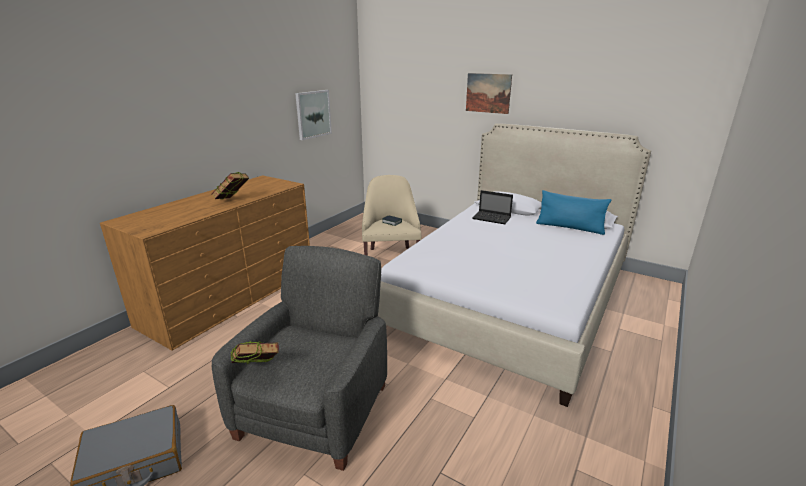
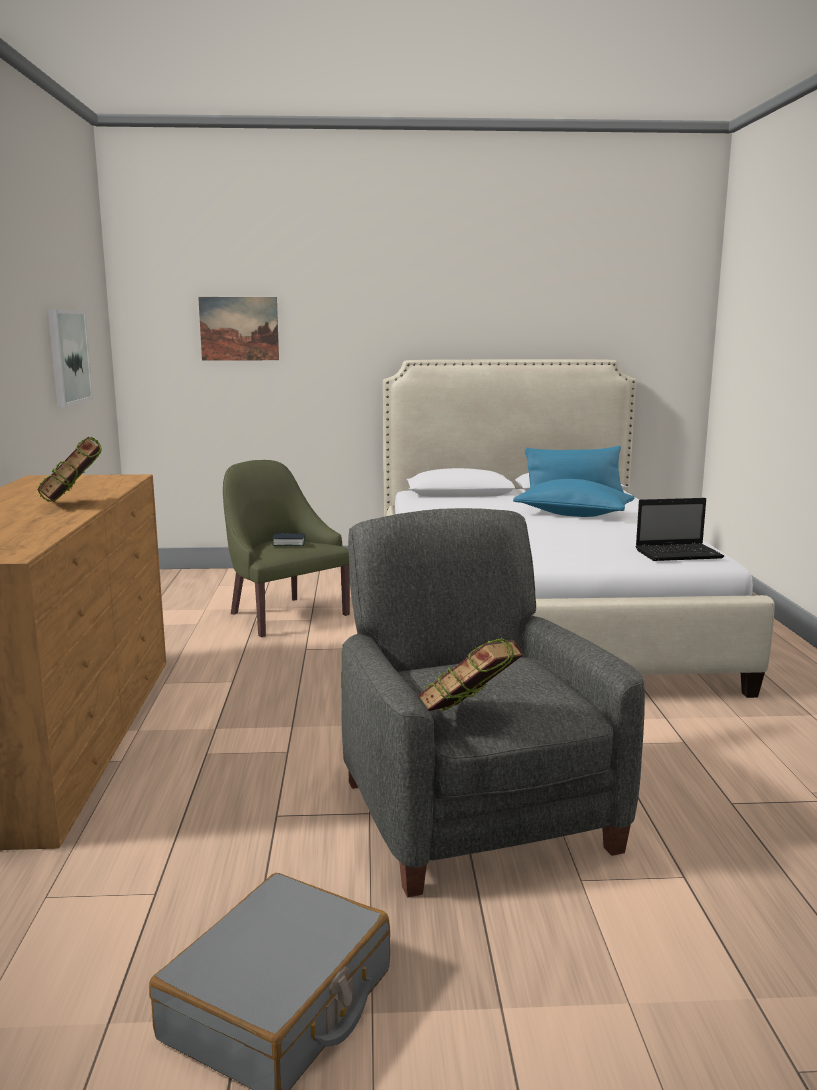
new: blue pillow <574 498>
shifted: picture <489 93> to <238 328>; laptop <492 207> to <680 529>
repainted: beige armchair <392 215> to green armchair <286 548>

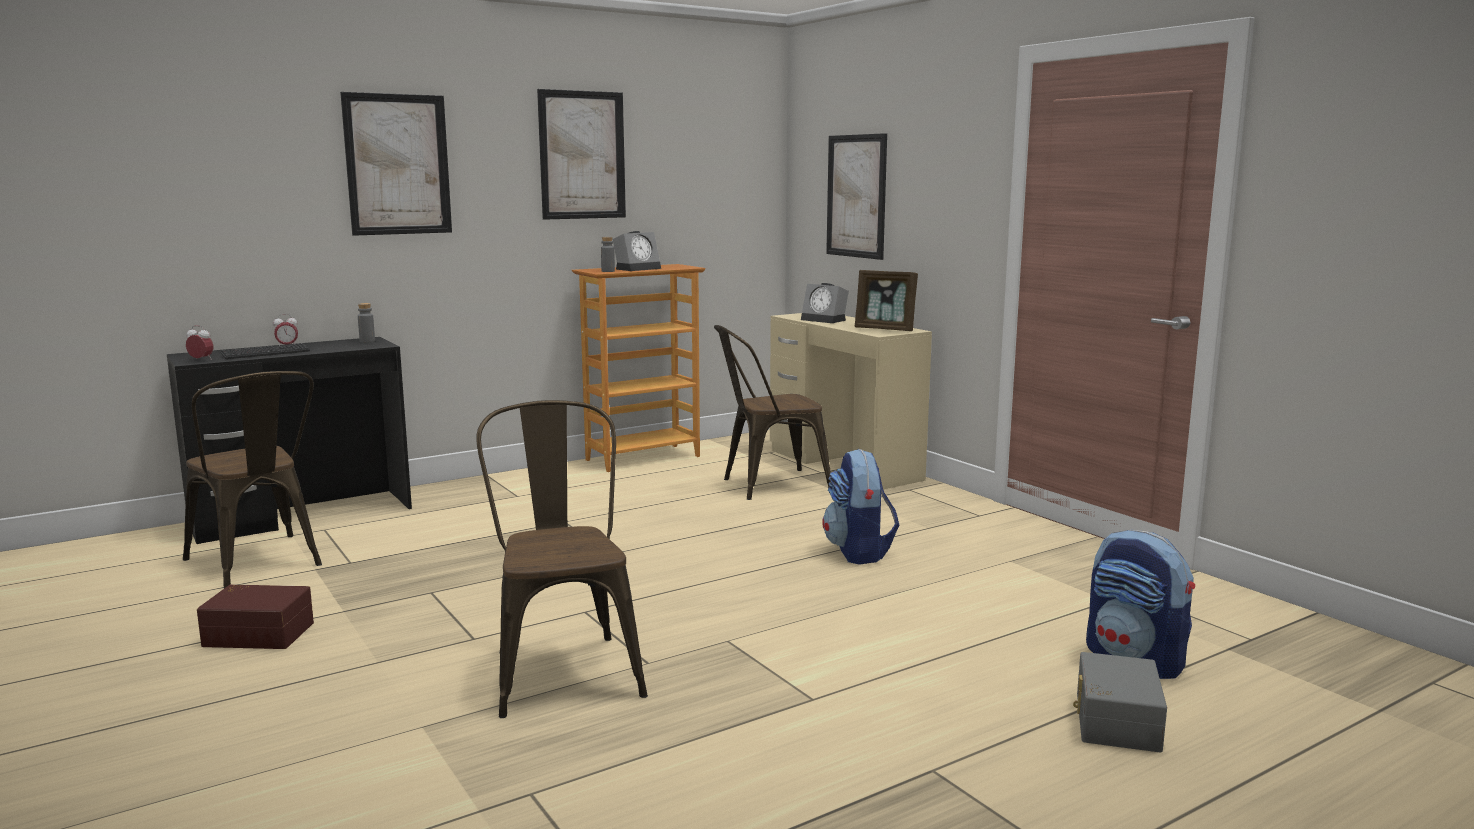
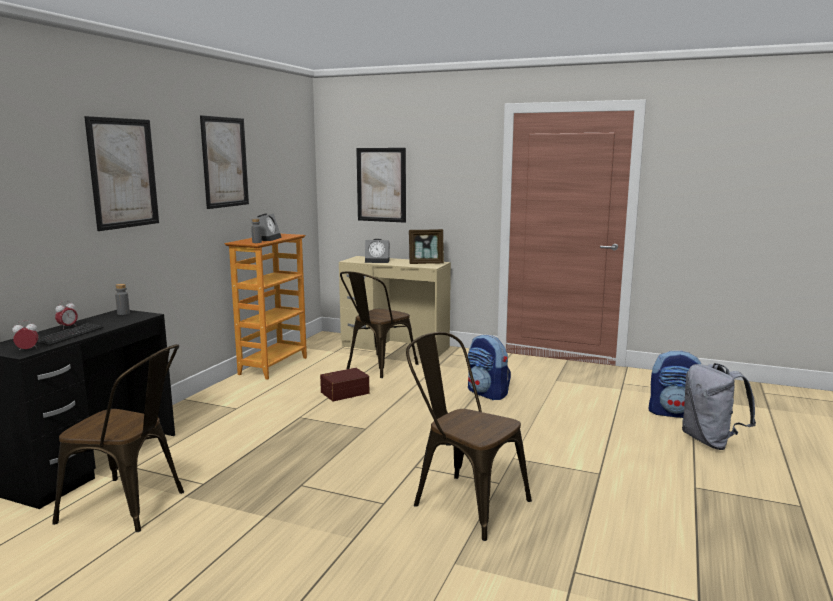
shifted: brown storage box <255 617> to <344 384>
swapped: grey storage box <1120 702> to grey backpack <719 406>

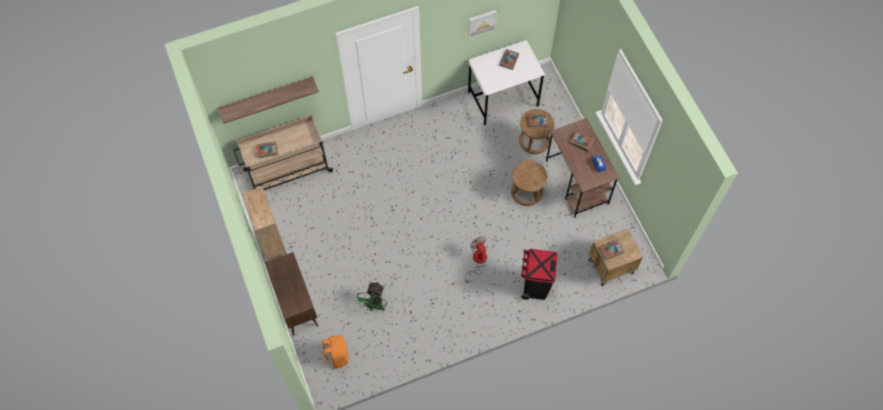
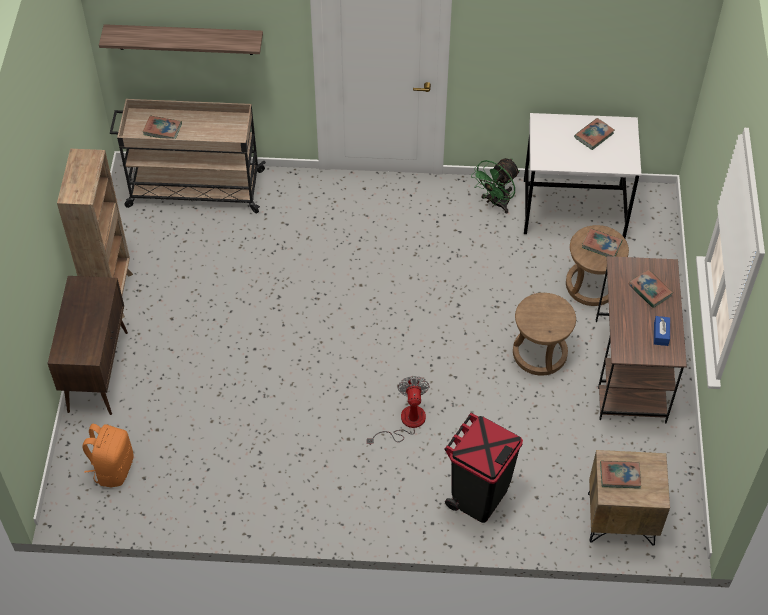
gone: picture <482 24>
shifted: green fan <371 297> to <495 185>

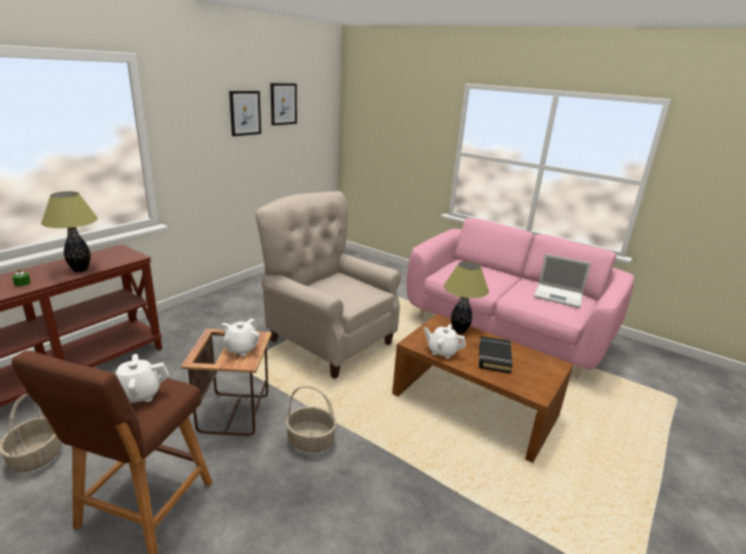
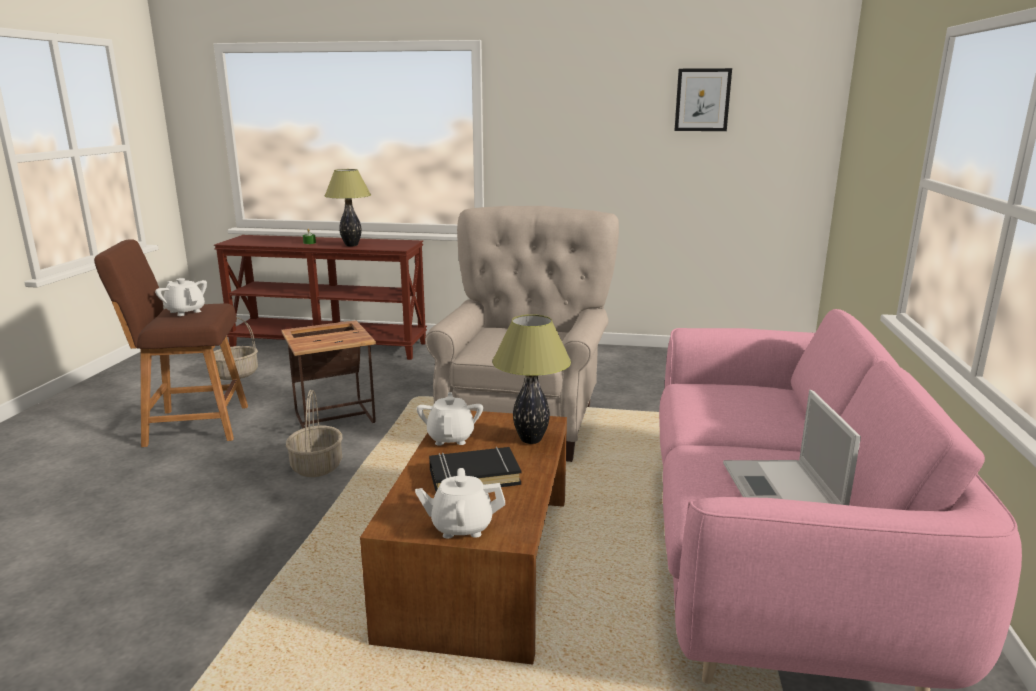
gone: picture <245 113>
shifted: white teapot <240 337> to <460 503>

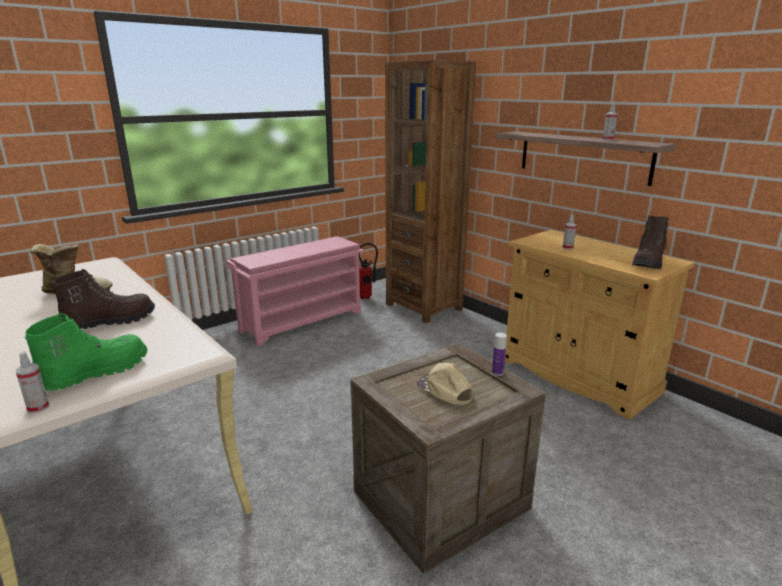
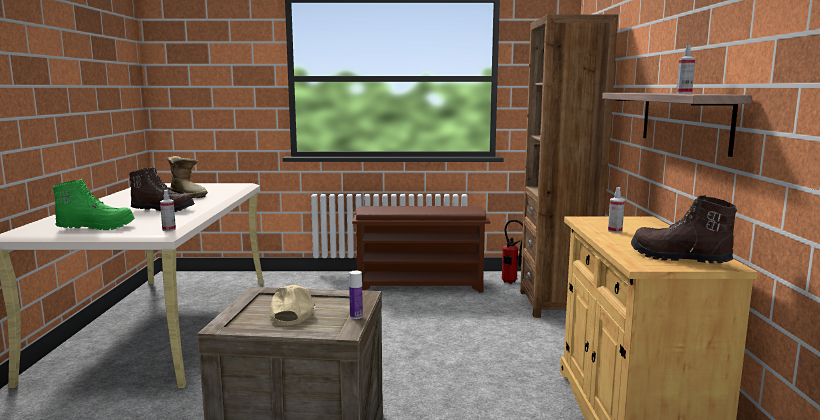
shifted: spray bottle <32 382> to <168 210>
repainted: pink shoe rack <295 291> to brown shoe rack <421 249>
rotated: brown boot <650 242> = <684 229> 60 degrees clockwise

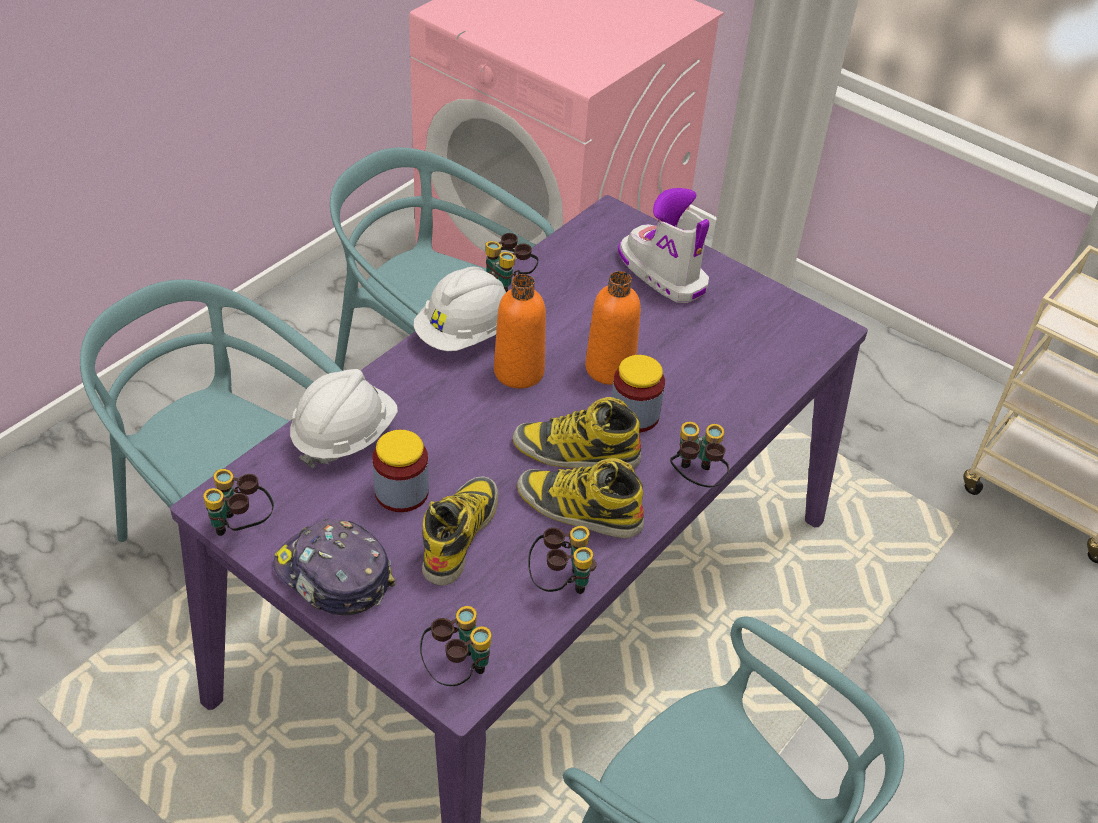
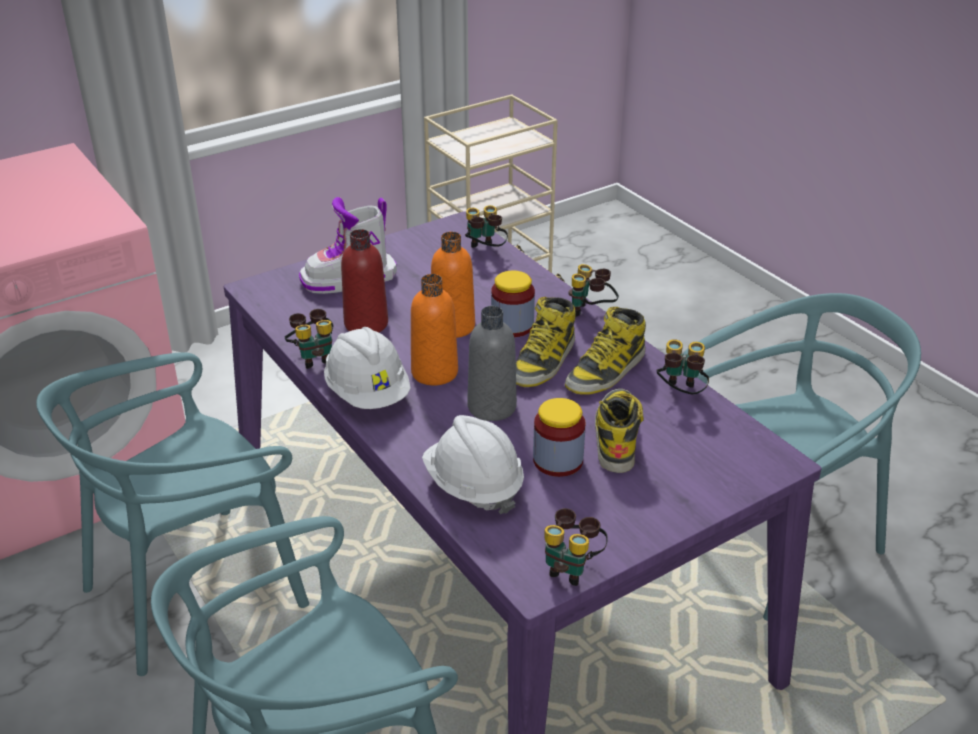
gone: cap <334 567>
new: red bottle <364 280>; grey bottle <492 363>
shifted: binoculars <456 646> to <486 226>
rotated: boot <460 530> = <619 431> 60 degrees clockwise

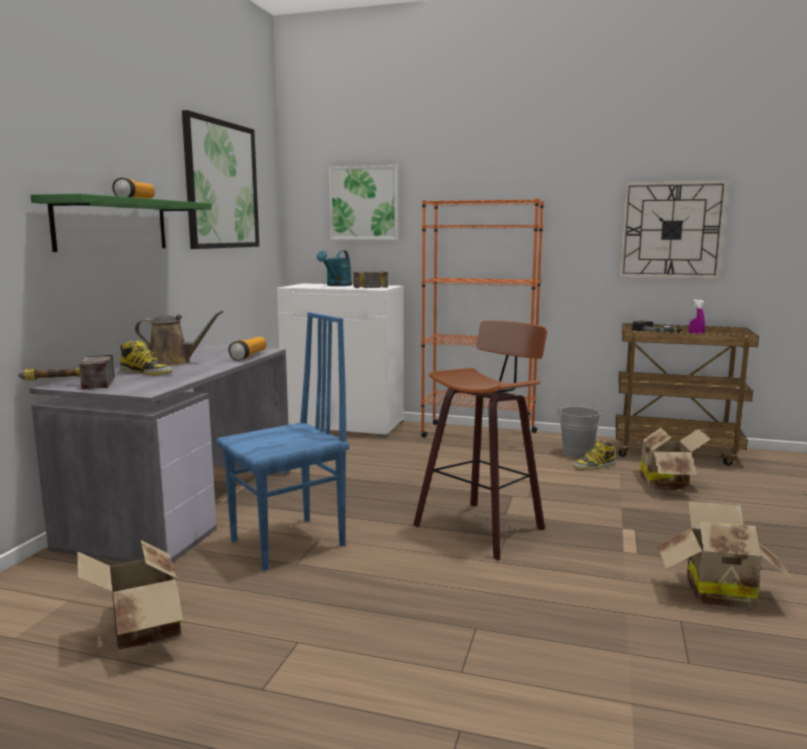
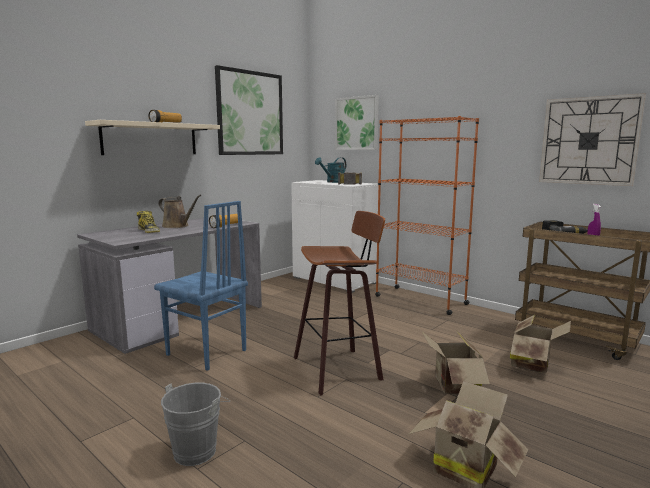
gone: hammer <66 371>; boot <594 455>
shifted: grey bucket <580 431> to <195 424>; cardboard box <130 595> to <455 363>
repainted: green shelf <121 223> to beige shelf <152 137>
rotated: blue chair <282 441> = <201 286> 45 degrees clockwise

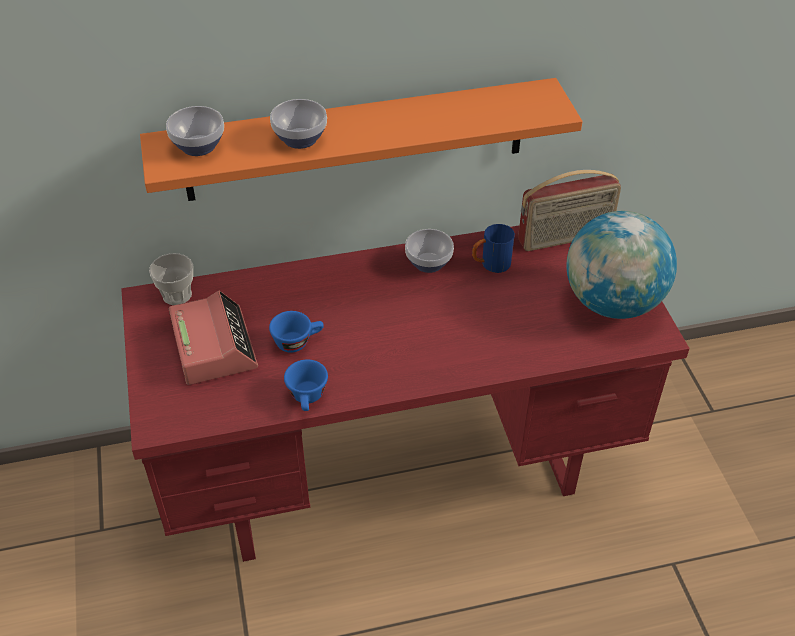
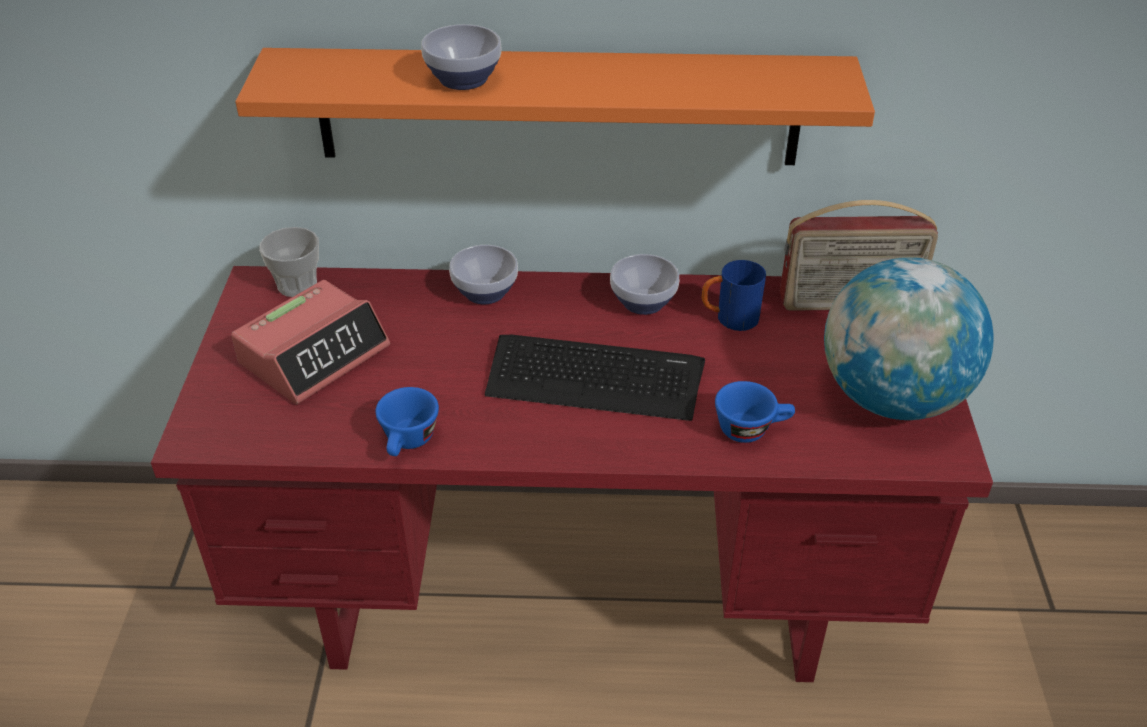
new: keyboard <595 378>
shifted: bowl <195 131> to <483 274>; blue cup <296 332> to <755 412>
rotated: alarm clock <213 337> = <310 342> 45 degrees clockwise

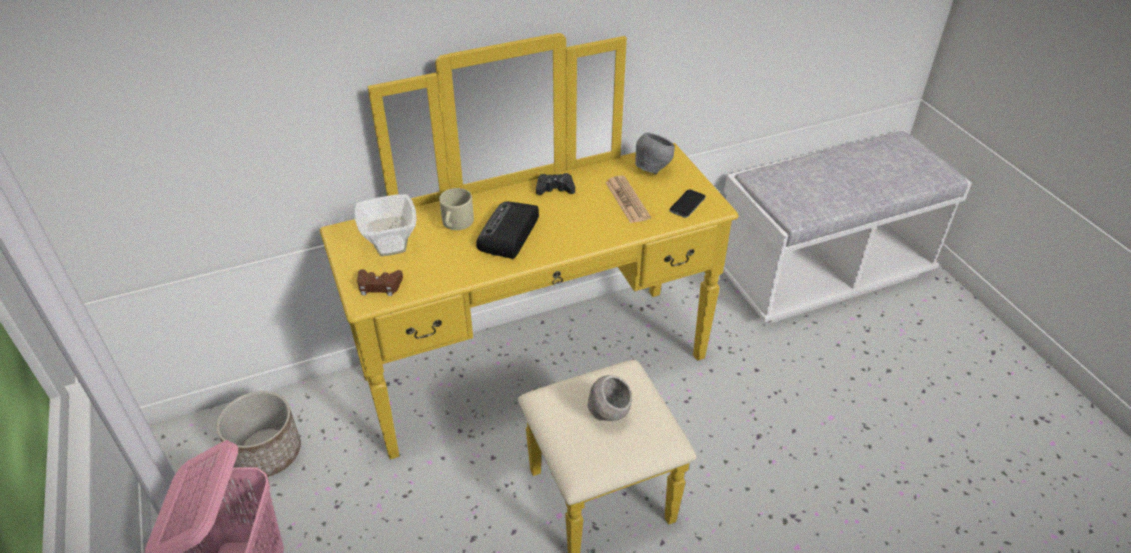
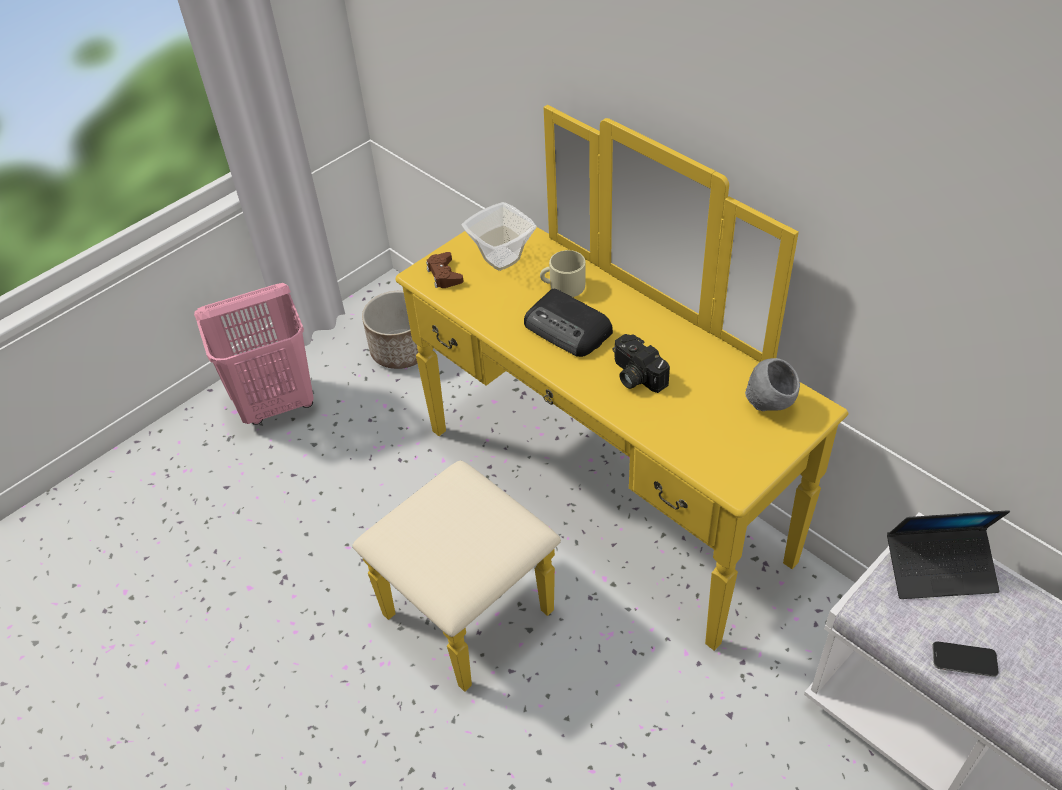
gone: black game controller <555 184>; grey bowl <609 398>; newspaper <628 199>
new: photo camera <641 363>; laptop <948 554>
shifted: phone <687 203> to <965 659>
rotated: radio <507 230> = <568 323> 135 degrees counterclockwise

